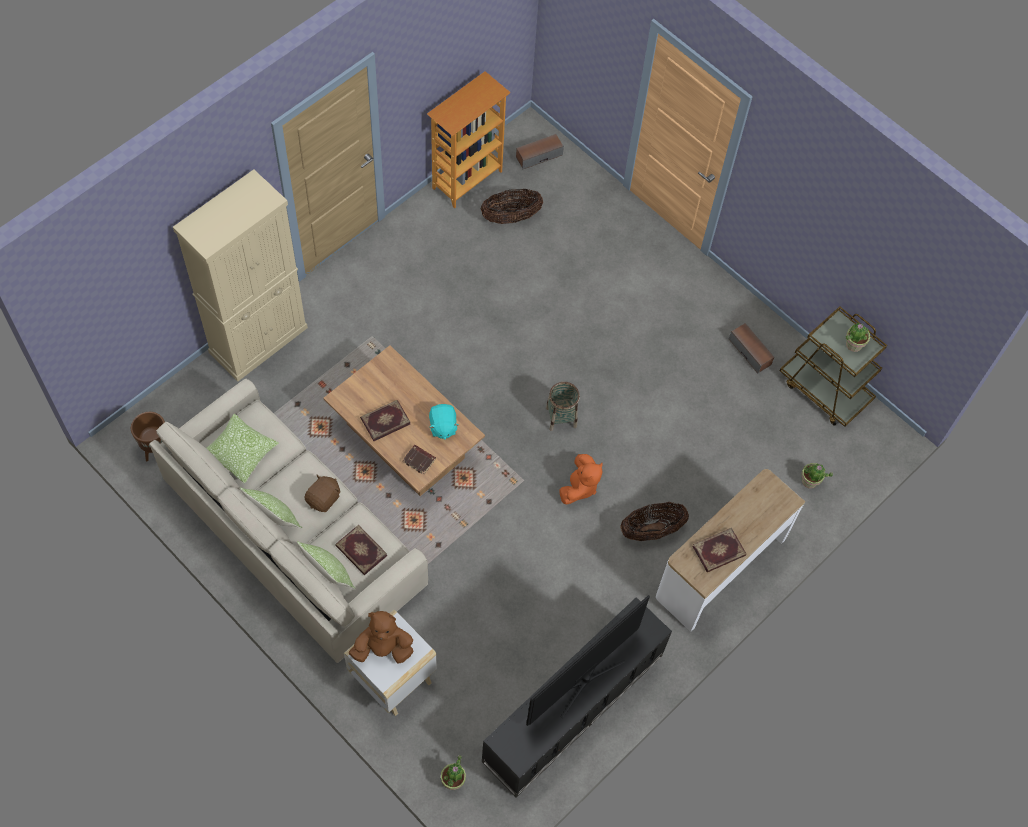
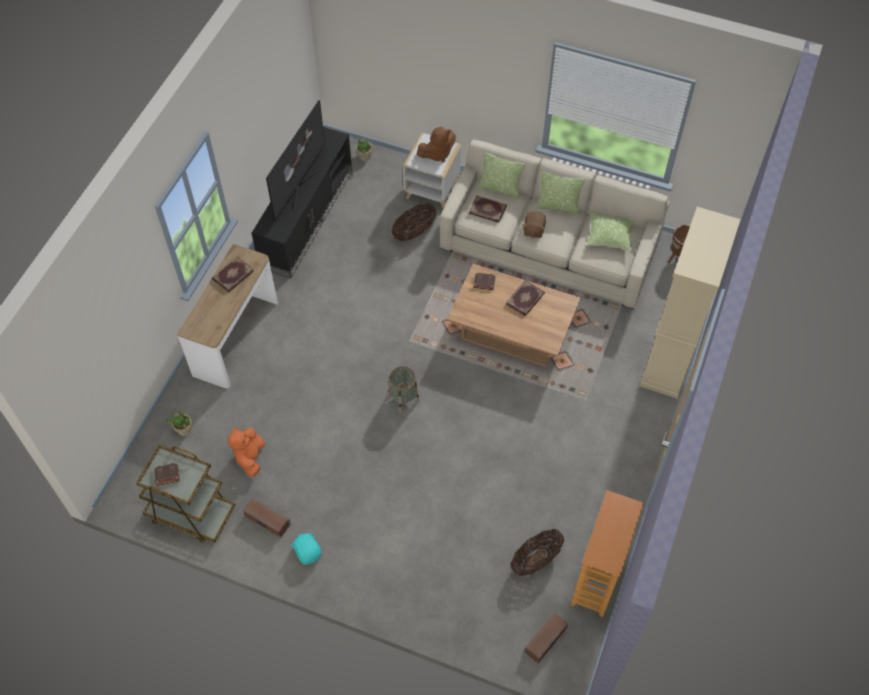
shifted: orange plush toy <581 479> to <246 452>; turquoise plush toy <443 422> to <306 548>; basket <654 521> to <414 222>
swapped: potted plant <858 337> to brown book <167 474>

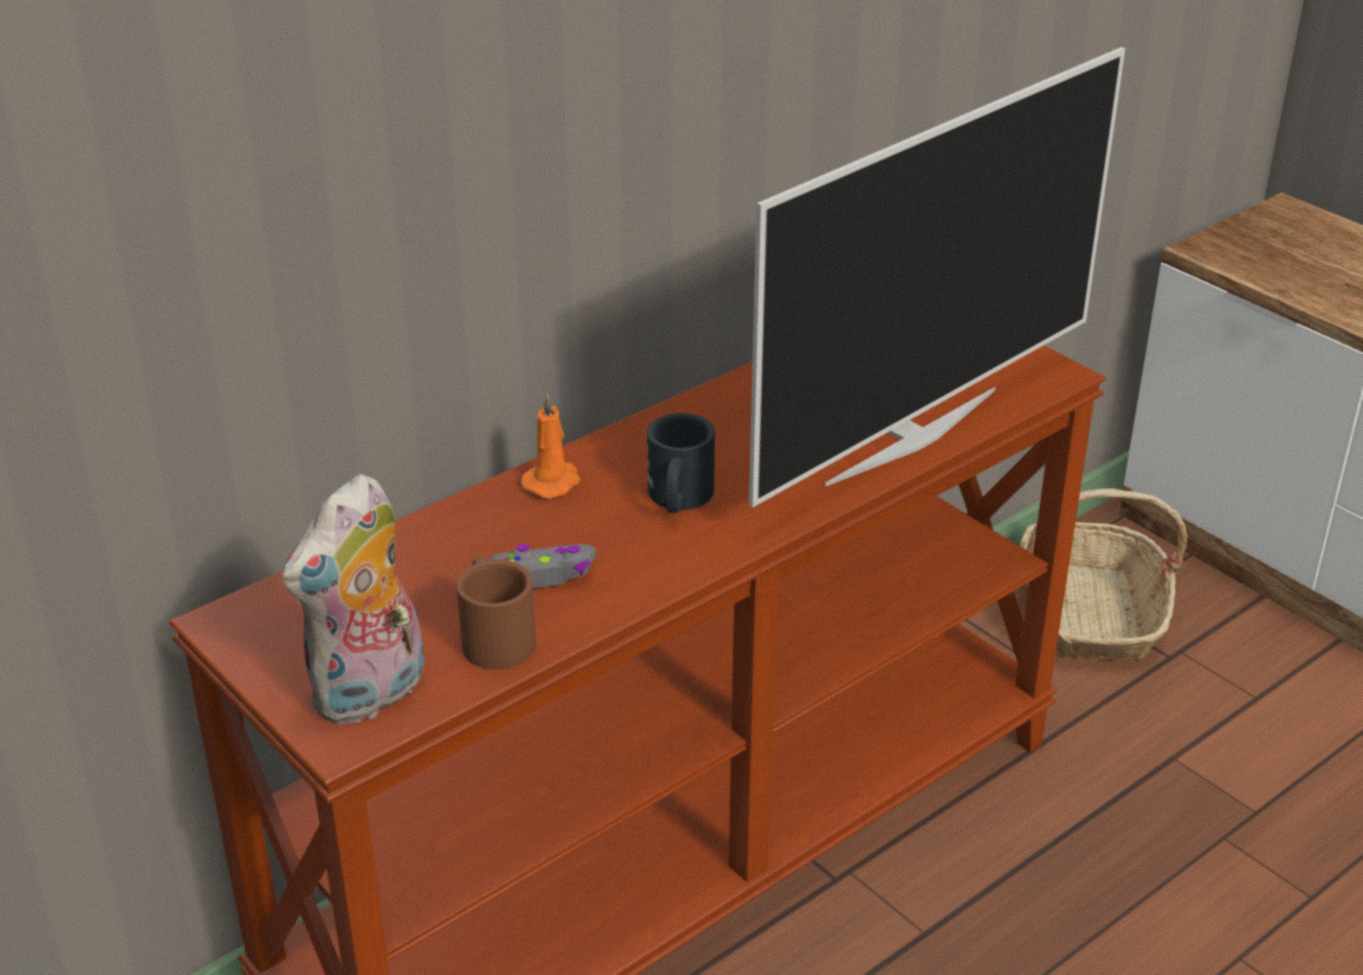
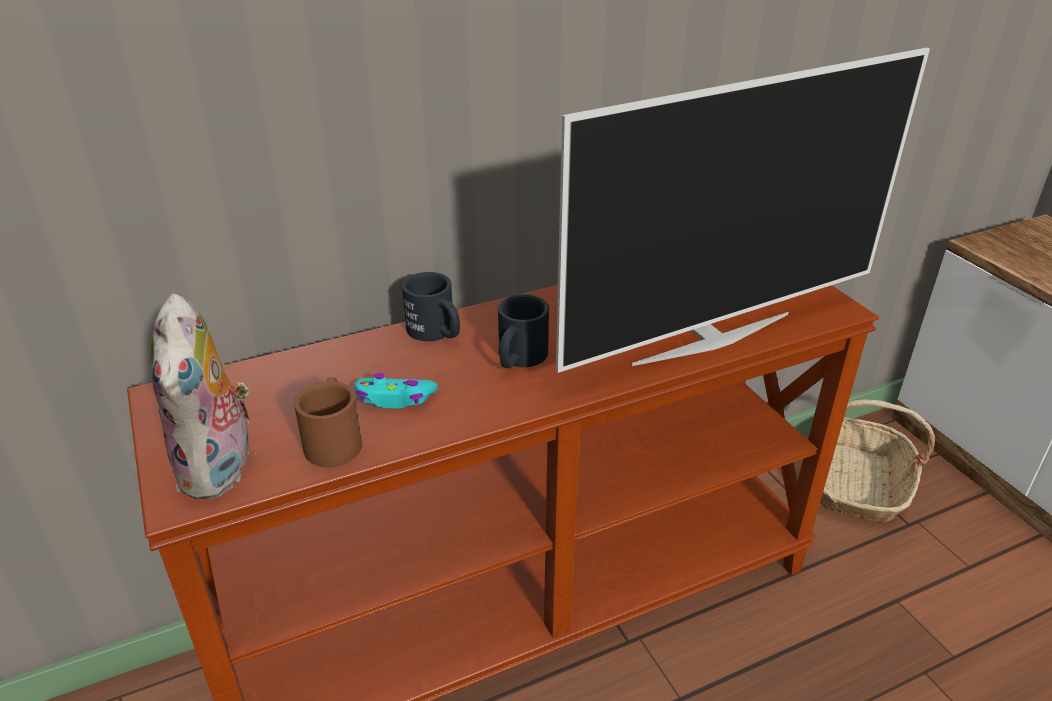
swapped: orange candle <550 446> to black mug <431 306>
repainted: grey game controller <542 566> to turquoise game controller <396 390>
rotated: plush toy <353 599> = <203 396> 60 degrees counterclockwise

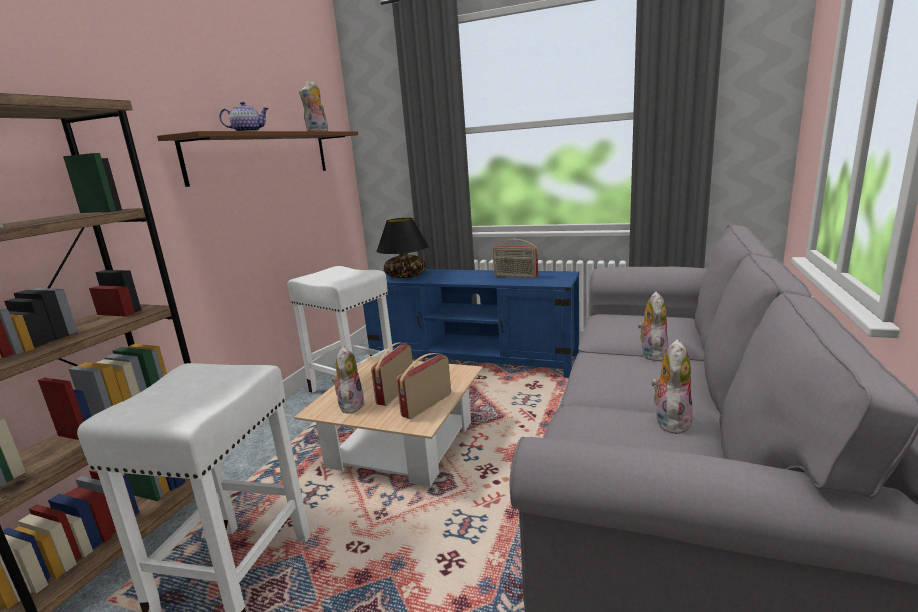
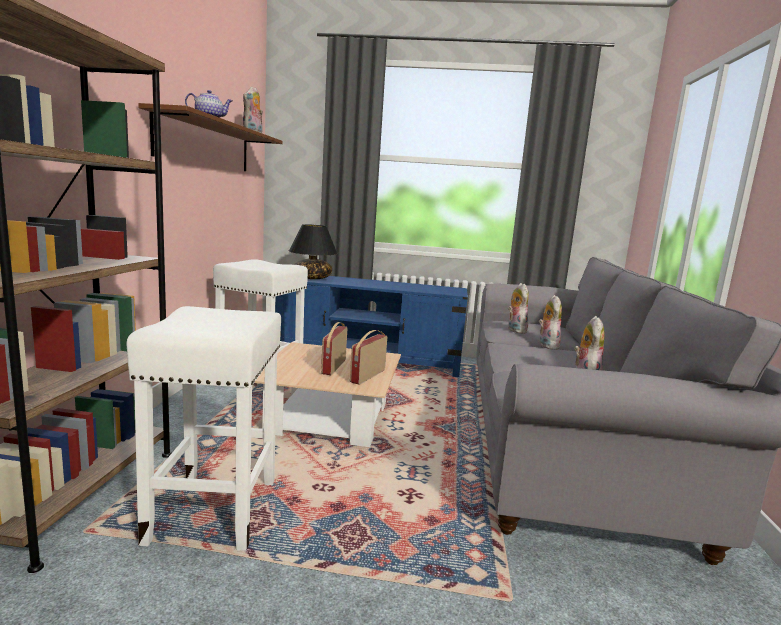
gone: radio <515 258>
shifted: plush toy <348 380> to <518 308>

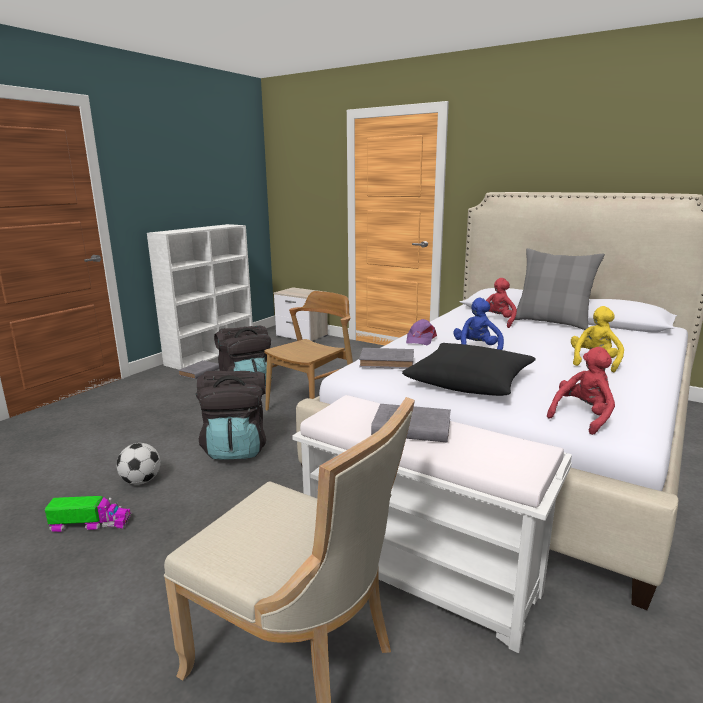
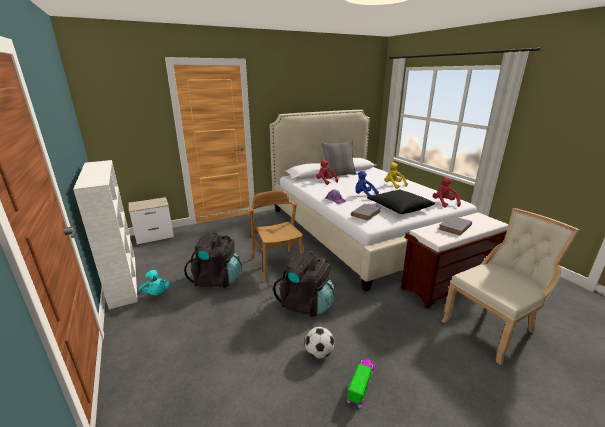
swapped: grey book <198 369> to turquoise plush toy <155 282>
repainted: white bench <432 524> to brown bench <454 260>

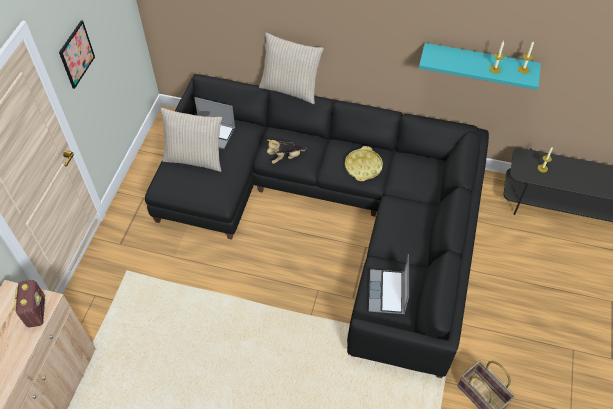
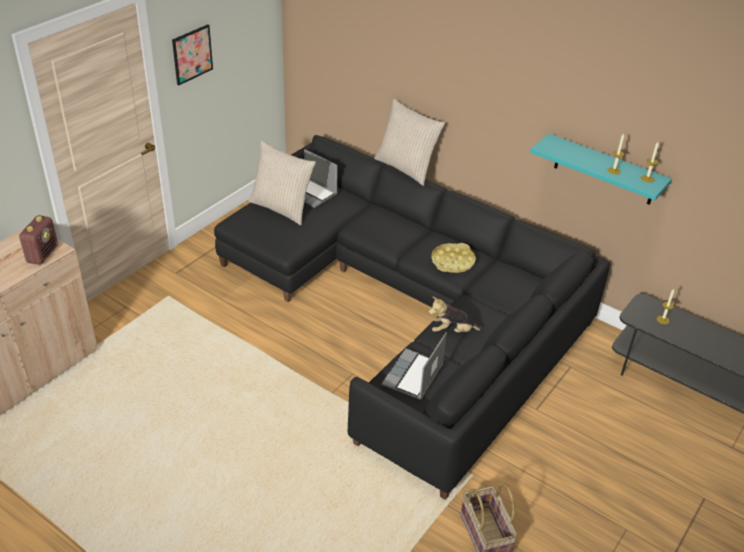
shifted: plush toy <287 152> to <456 314>

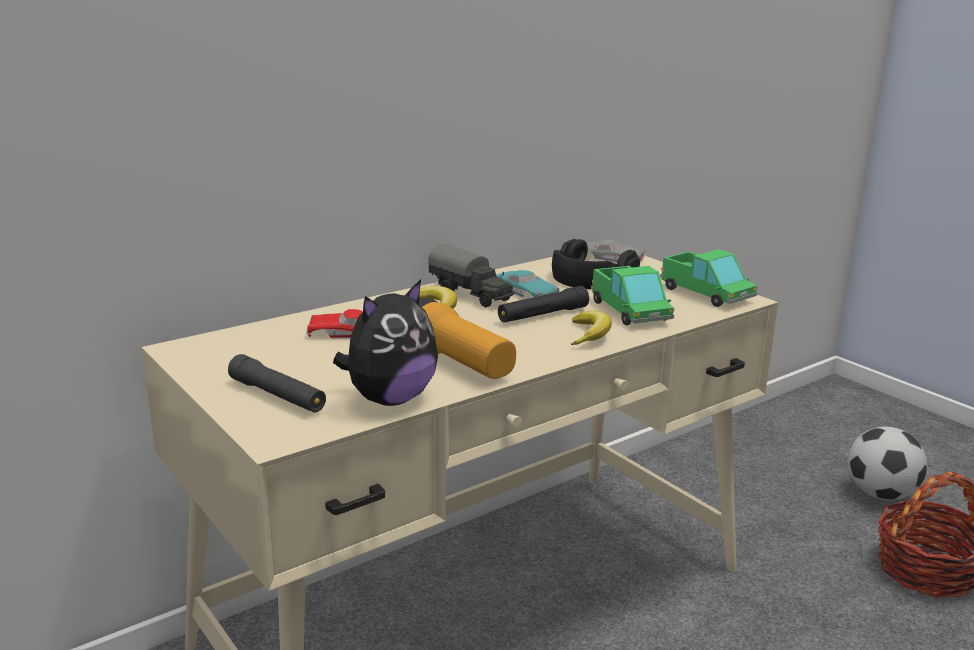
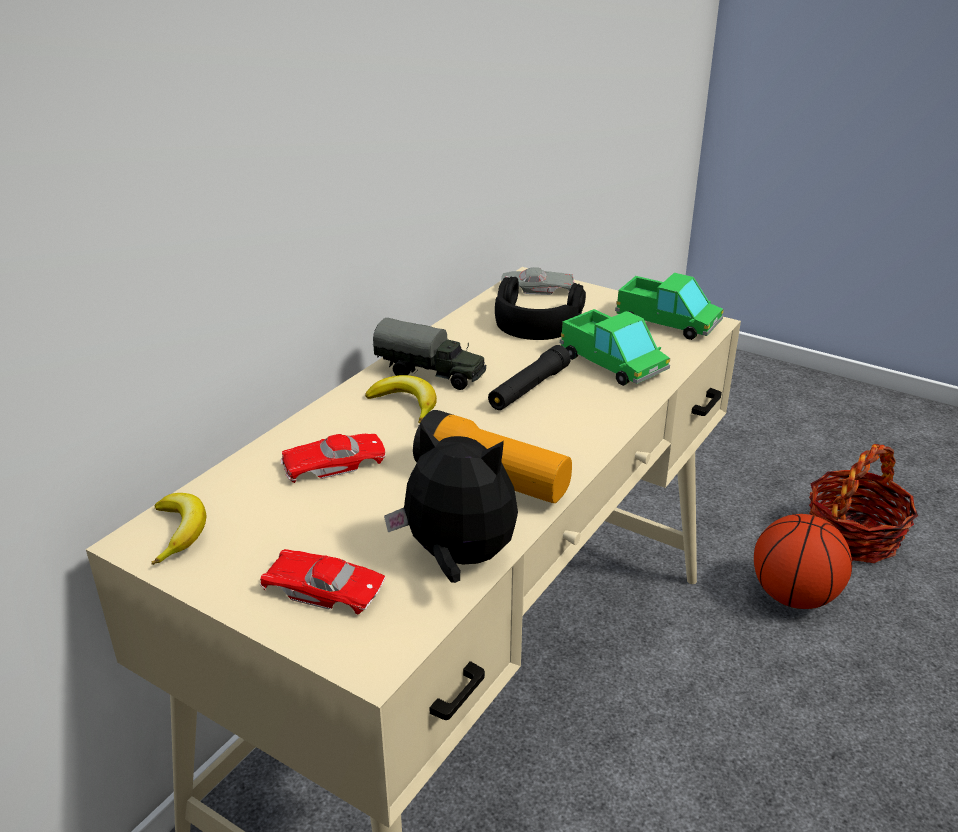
gone: turquoise toy car <528 284>; football <887 463>
new: basketball <803 561>
shifted: banana <591 328> to <179 529>
swapped: black flashlight <277 383> to red toy car <323 581>
rotated: plush toy <385 342> = <451 502> 90 degrees counterclockwise

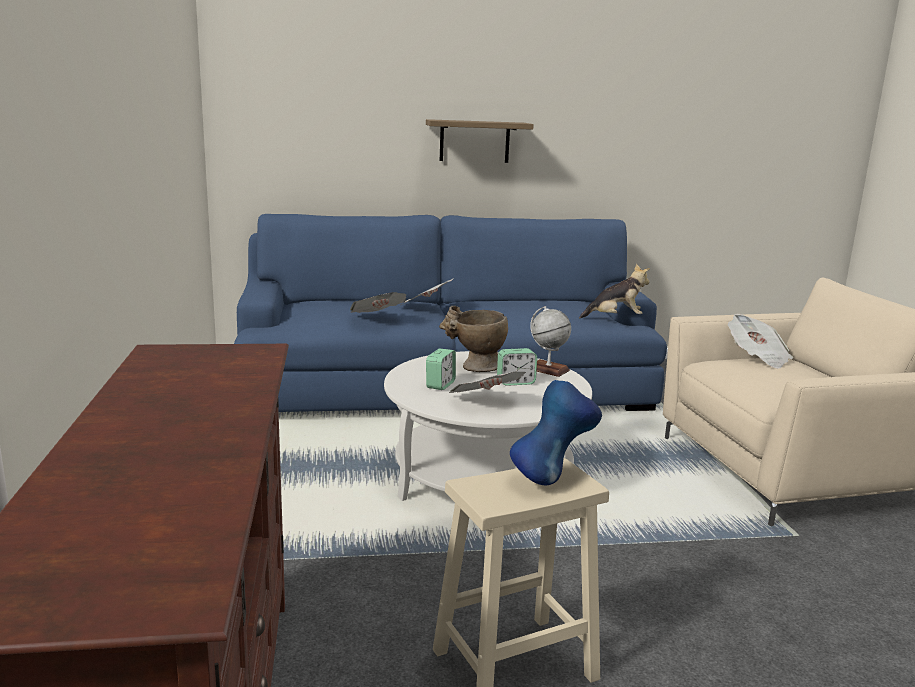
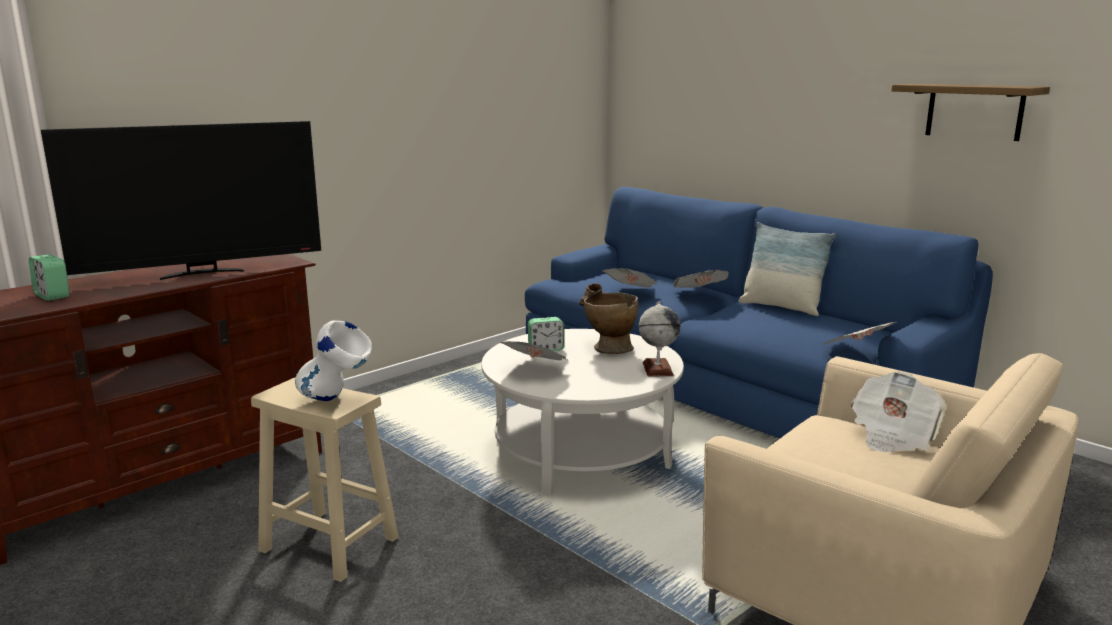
new: television <181 200>; pillow <787 269>
shifted: alarm clock <517 367> to <49 277>; shelf <480 141> to <971 112>
swapped: plush toy <614 291> to newspaper <859 333>
repainted: blue vase <556 432> to white vase <333 360>

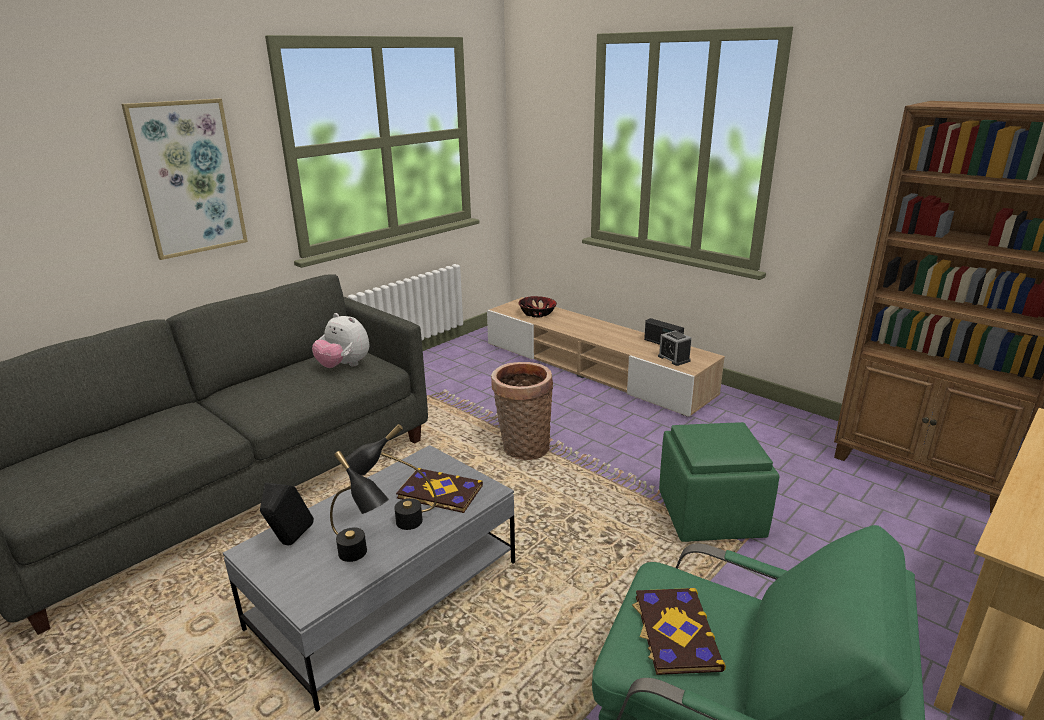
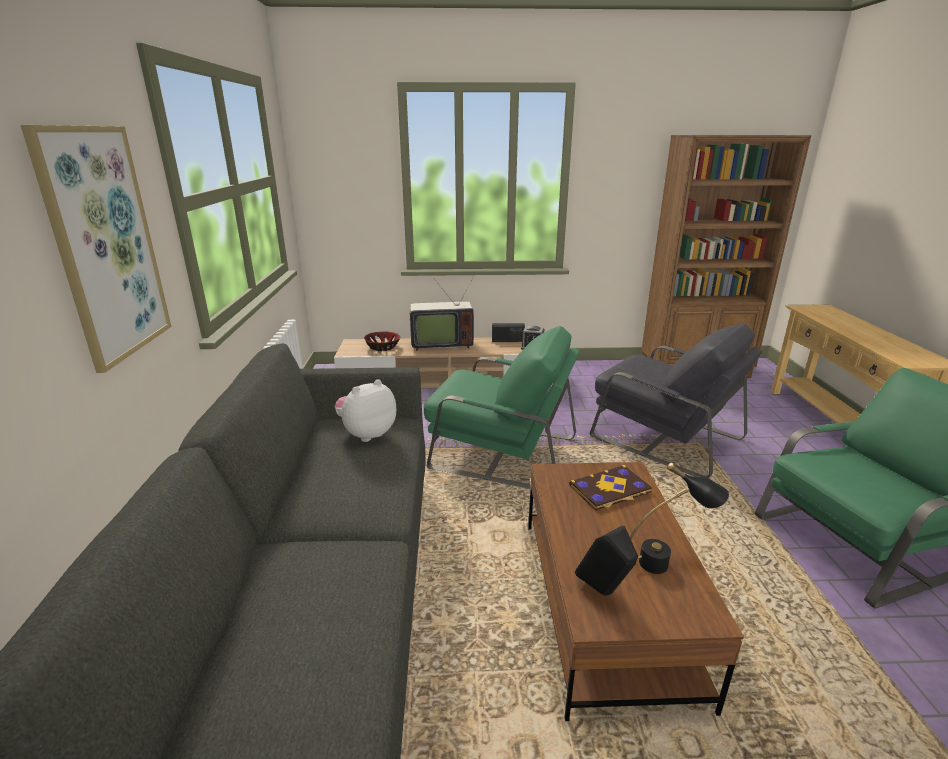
gone: black table lamp <391 477>; book <679 631>
new: television <442 313>
swapped: basket <522 411> to green armchair <502 407>; green ottoman <719 482> to grey armchair <676 400>
repainted: grey coffee table <369 578> to brown coffee table <636 591>
rotated: plush toy <340 340> = <365 410> 150 degrees clockwise

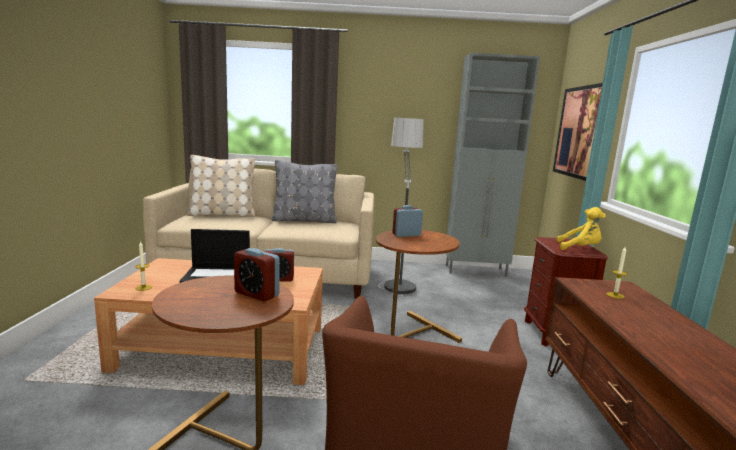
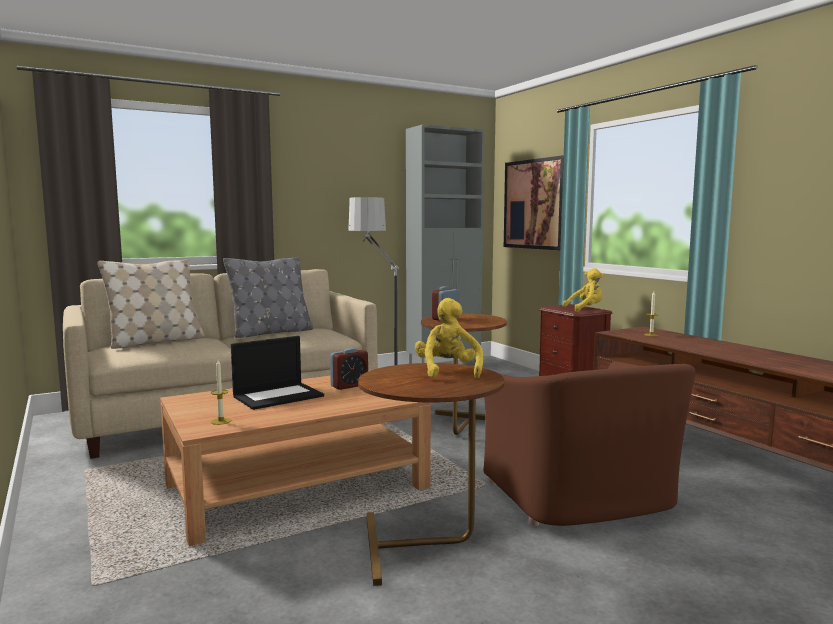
swapped: alarm clock <257 274> to yellow plush toy <449 338>

